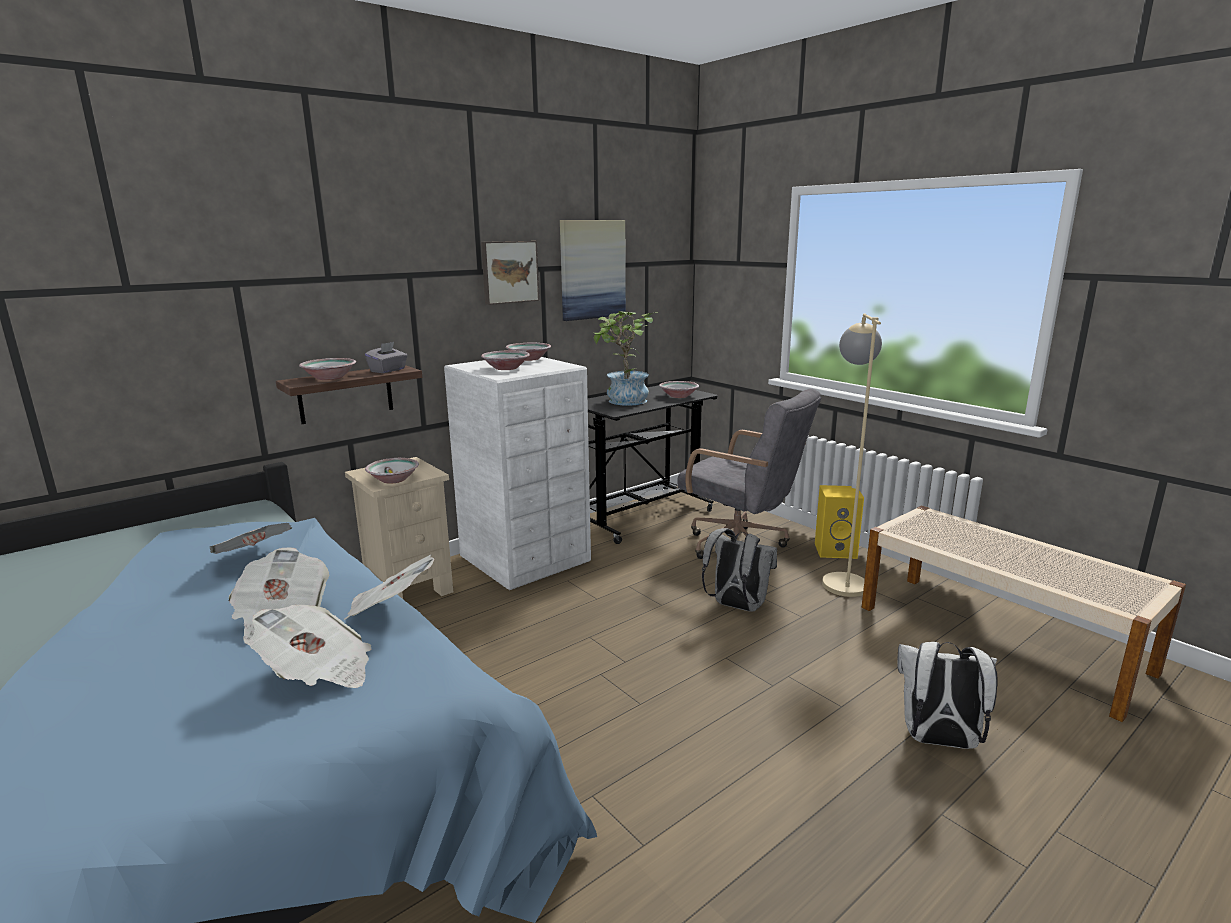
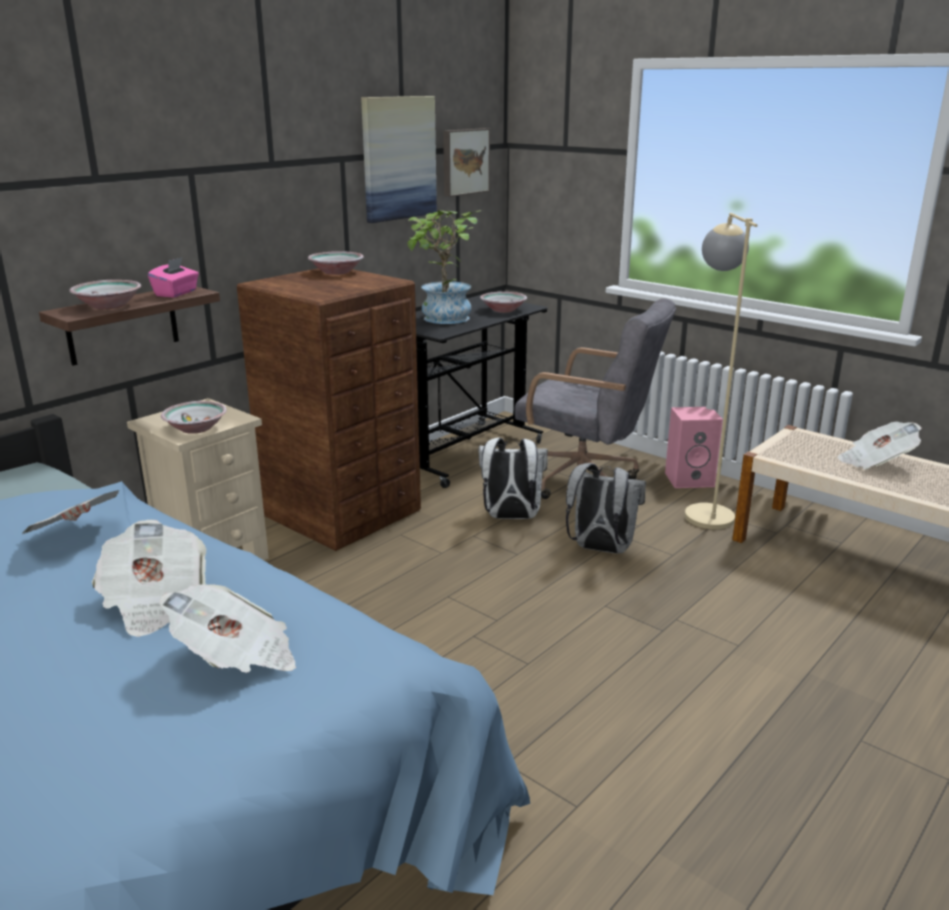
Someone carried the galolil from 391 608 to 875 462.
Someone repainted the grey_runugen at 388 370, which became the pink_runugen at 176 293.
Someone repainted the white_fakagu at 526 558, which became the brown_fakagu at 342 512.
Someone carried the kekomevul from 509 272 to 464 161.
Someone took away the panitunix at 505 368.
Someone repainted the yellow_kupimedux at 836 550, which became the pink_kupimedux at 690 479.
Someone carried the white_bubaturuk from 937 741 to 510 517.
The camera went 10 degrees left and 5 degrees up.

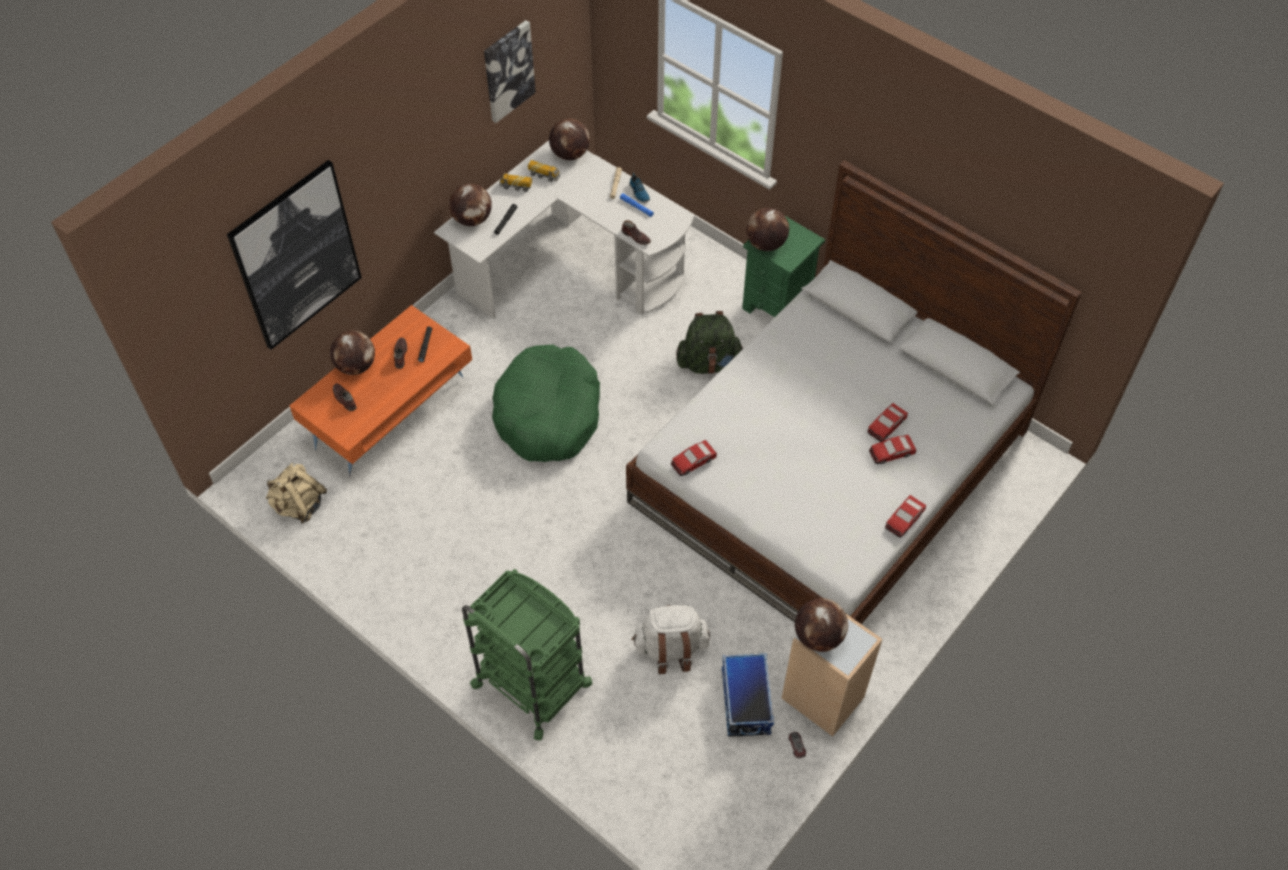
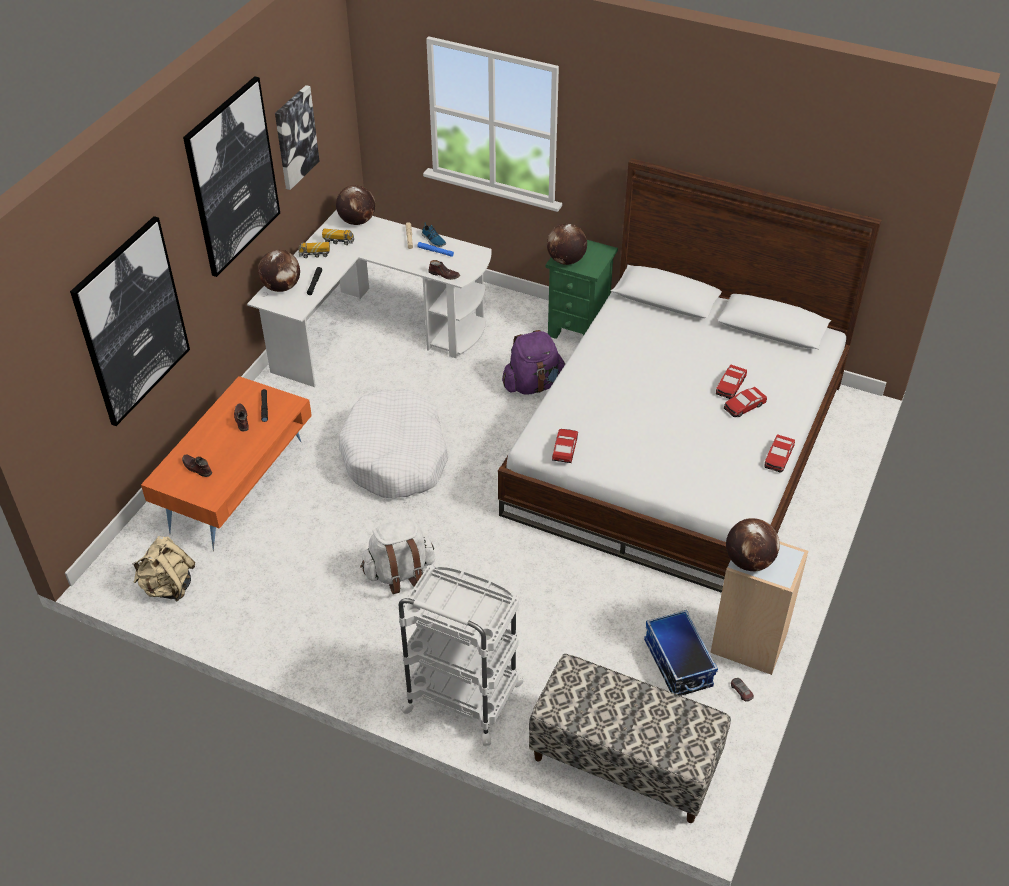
Someone took away the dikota at 356 366.
Someone repainted the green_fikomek at 532 684, which became the white_fikomek at 463 696.
Someone repainted the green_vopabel at 548 414, which became the white_vopabel at 395 456.
Someone carried the white_bubaturuk from 671 649 to 399 573.
Someone rotated the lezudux at 693 461 by 150 degrees clockwise.
Someone repainted the green_bubaturuk at 708 362, which became the purple_bubaturuk at 533 385.
Someone put up the kekomevul at 232 177.
Someone put down the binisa at 624 762.
The camera went 15 degrees left and 10 degrees down.

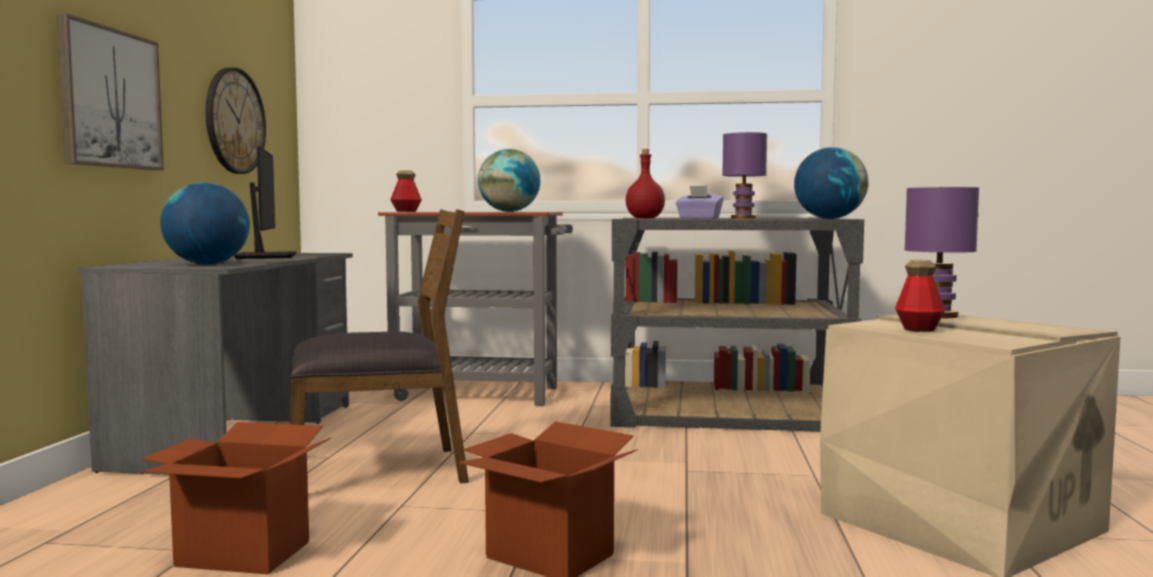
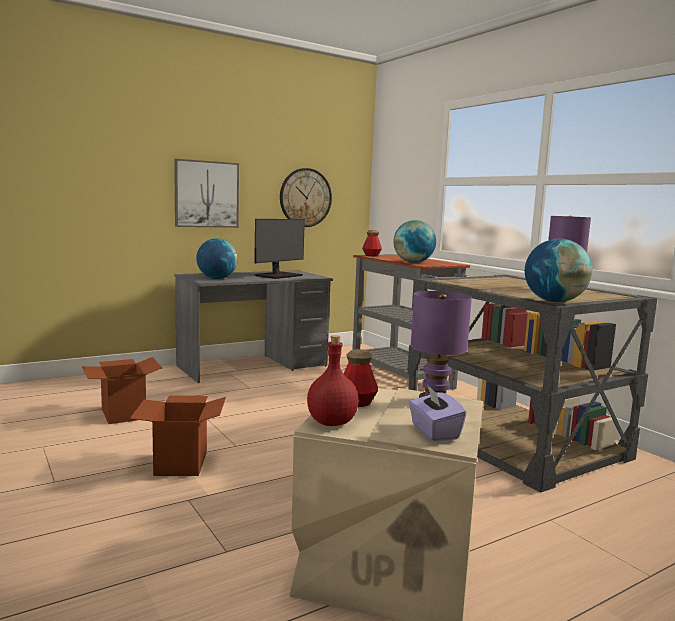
Someone took away the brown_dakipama at 379 471.
Someone carried the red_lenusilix from 645 218 to 332 423.
Someone carried the purple_runugen from 699 219 to 434 432.
The camera went 50 degrees right and 5 degrees up.

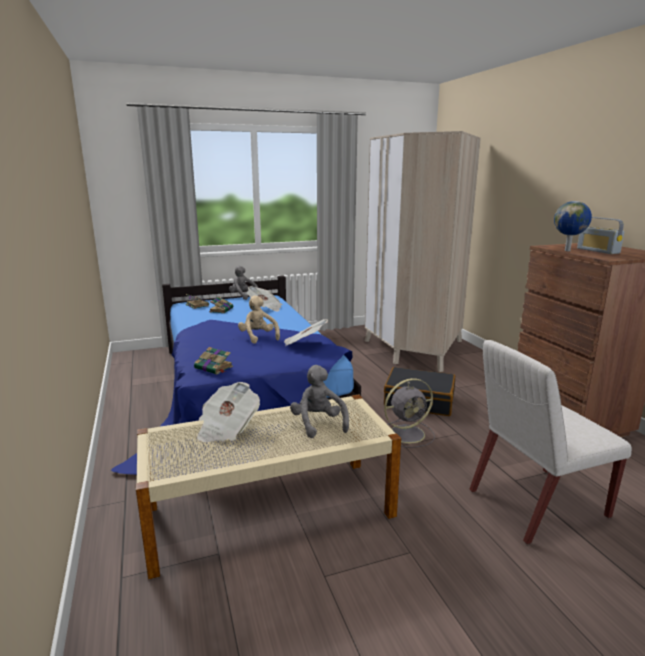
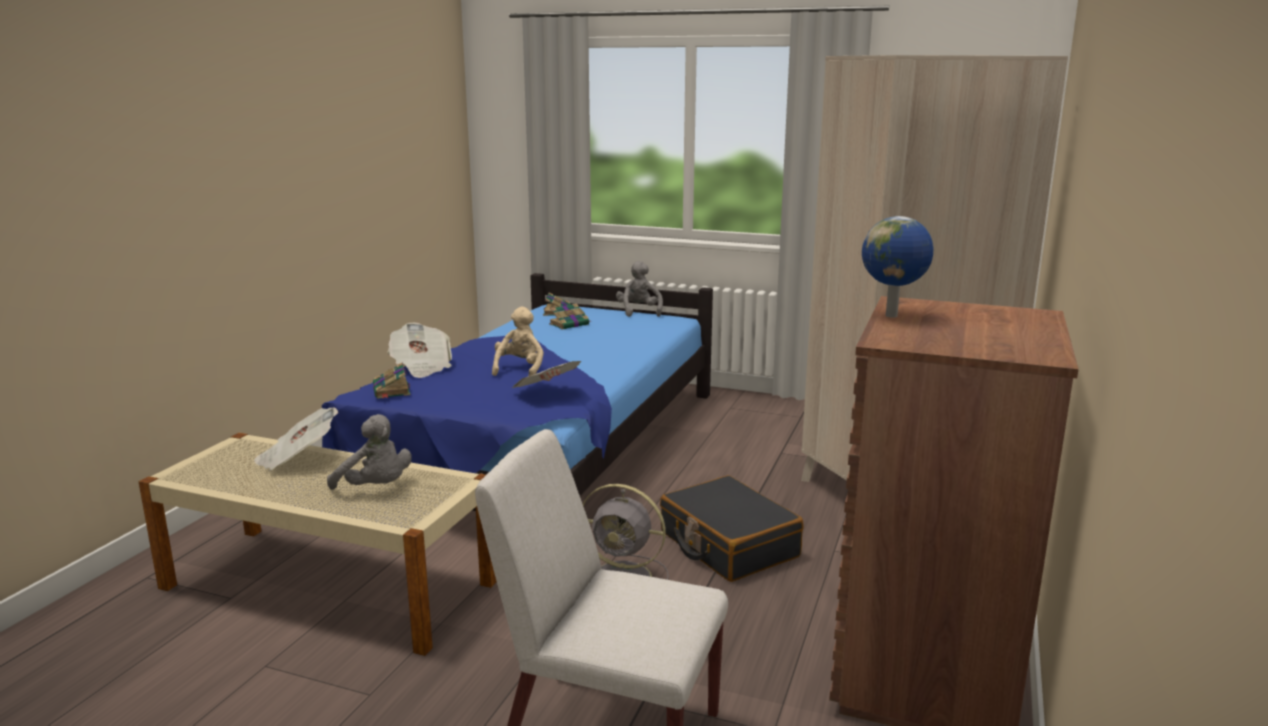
Someone carried the galolil from 265 308 to 421 367.
Someone rotated the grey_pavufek at 318 424 by 105 degrees clockwise.
Someone took away the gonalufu at 598 251.
The camera went 40 degrees right and 0 degrees up.

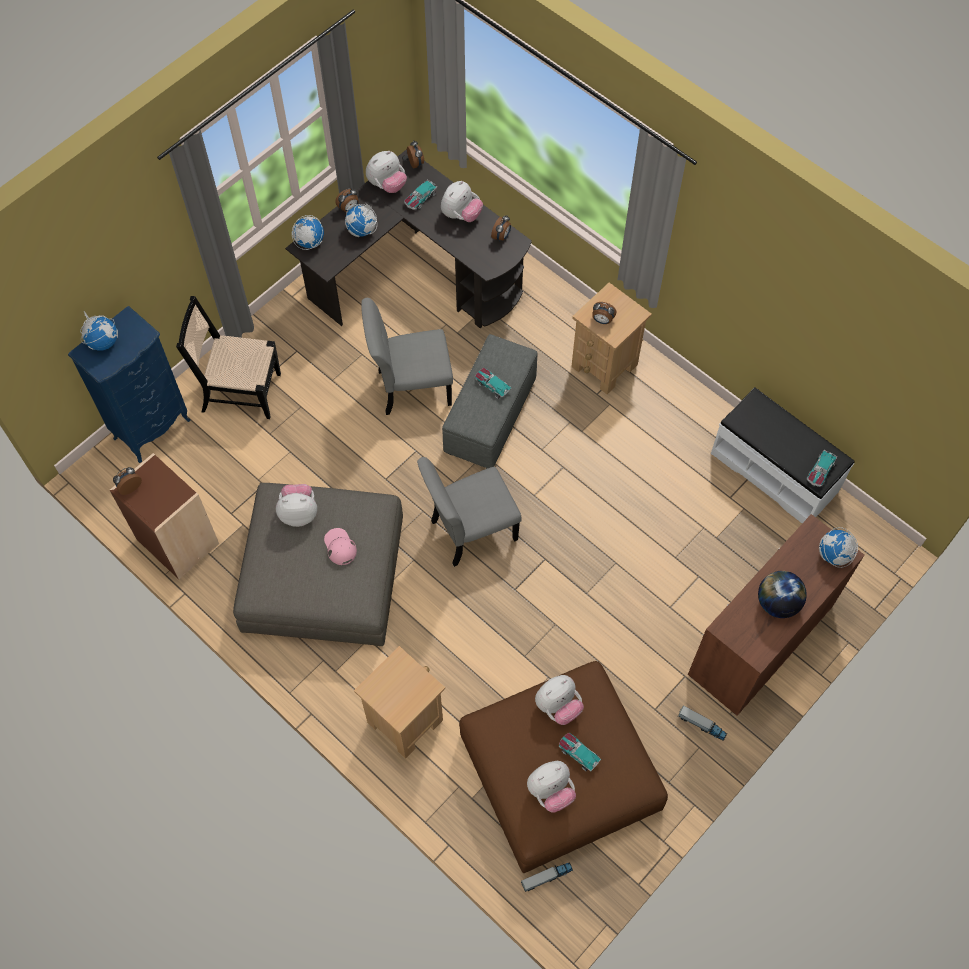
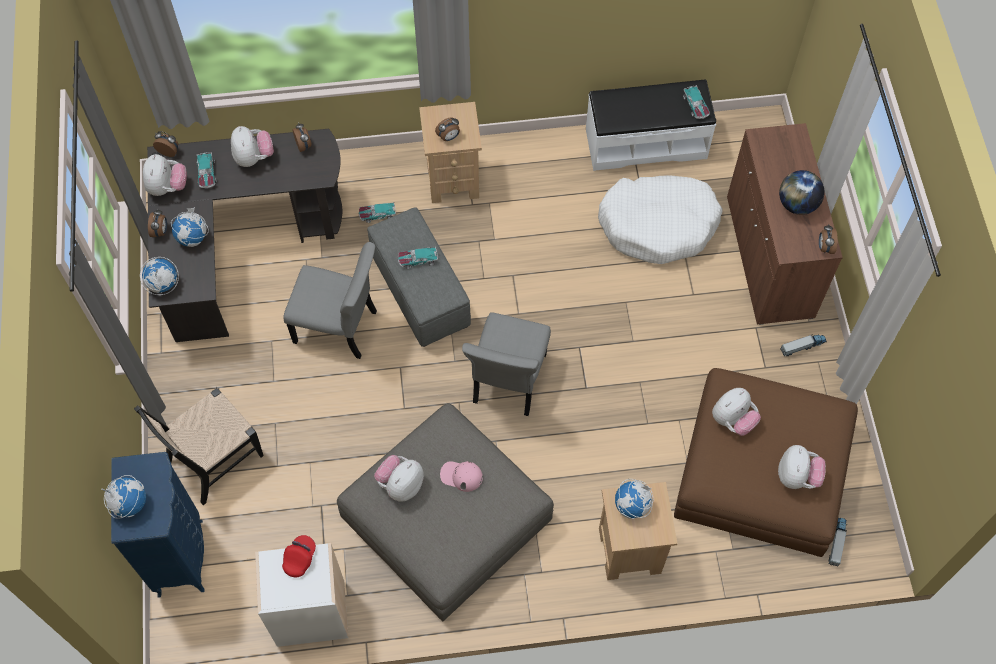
Someone repainted the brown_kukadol at 176 541, which became the white_kukadol at 310 614.
Someone carried the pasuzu from 129 486 to 824 247.
Someone rotated the grey_dakipama at 411 387 by 105 degrees counterclockwise.
Someone rotated the pavufek at 558 706 by 45 degrees clockwise.
Someone carried the lezudux from 578 753 to 377 214.
Someone carried the dikota from 834 555 to 632 506.
Someone put down the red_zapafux at 300 558.
Someone put down the white_vopabel at 658 225.
The camera went 50 degrees left and 0 degrees up.

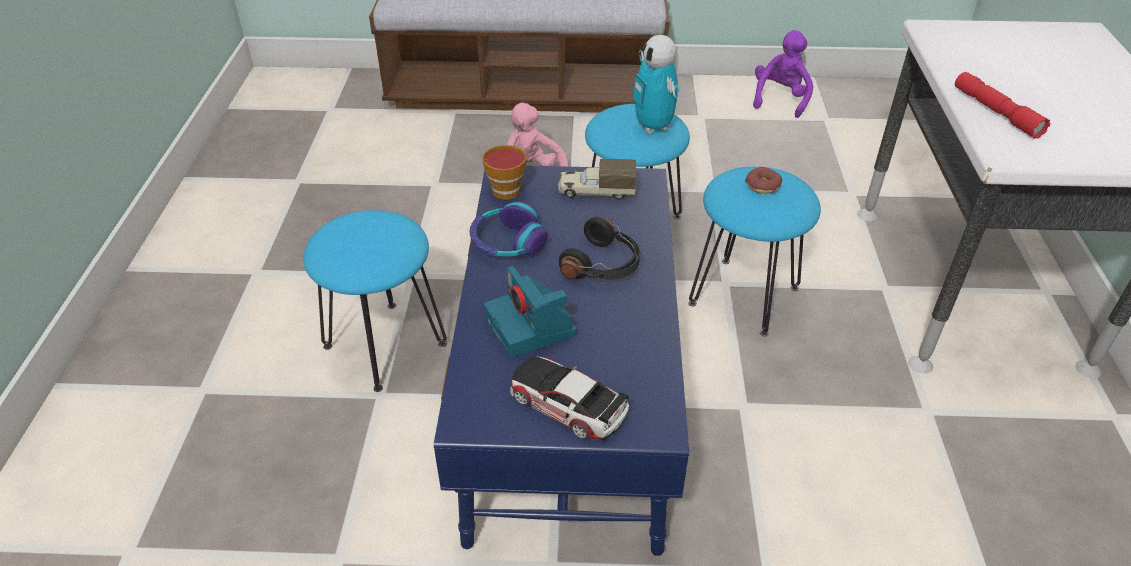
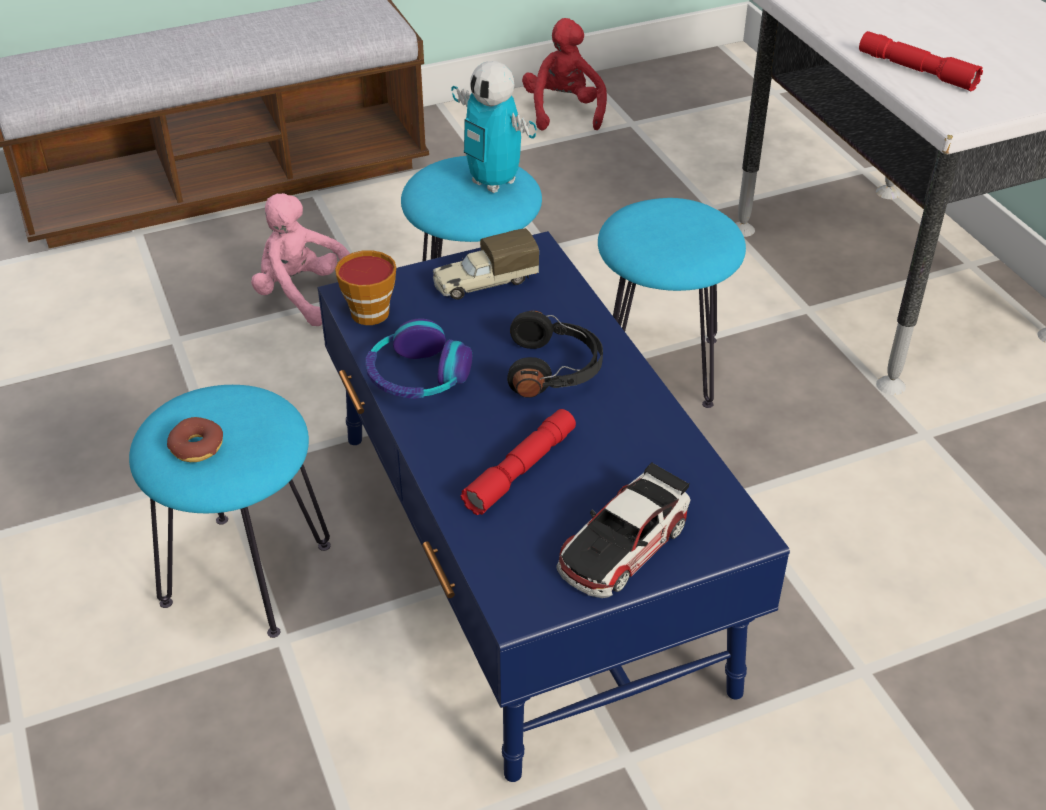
Someone swapped the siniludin at 532 327 for the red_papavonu at 520 470.
Someone rotated the lezudux at 567 403 by 60 degrees counterclockwise.
Someone carried the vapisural from 763 185 to 197 447.
Someone repainted the purple_pavufek at 780 99, which became the red_pavufek at 563 111.
The camera went 25 degrees left and 0 degrees up.

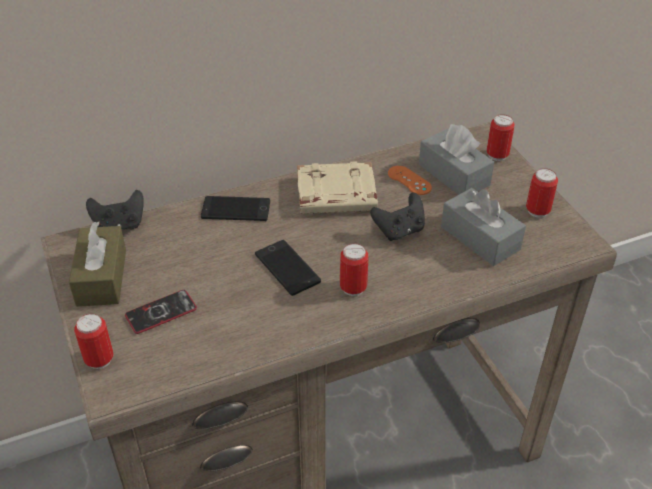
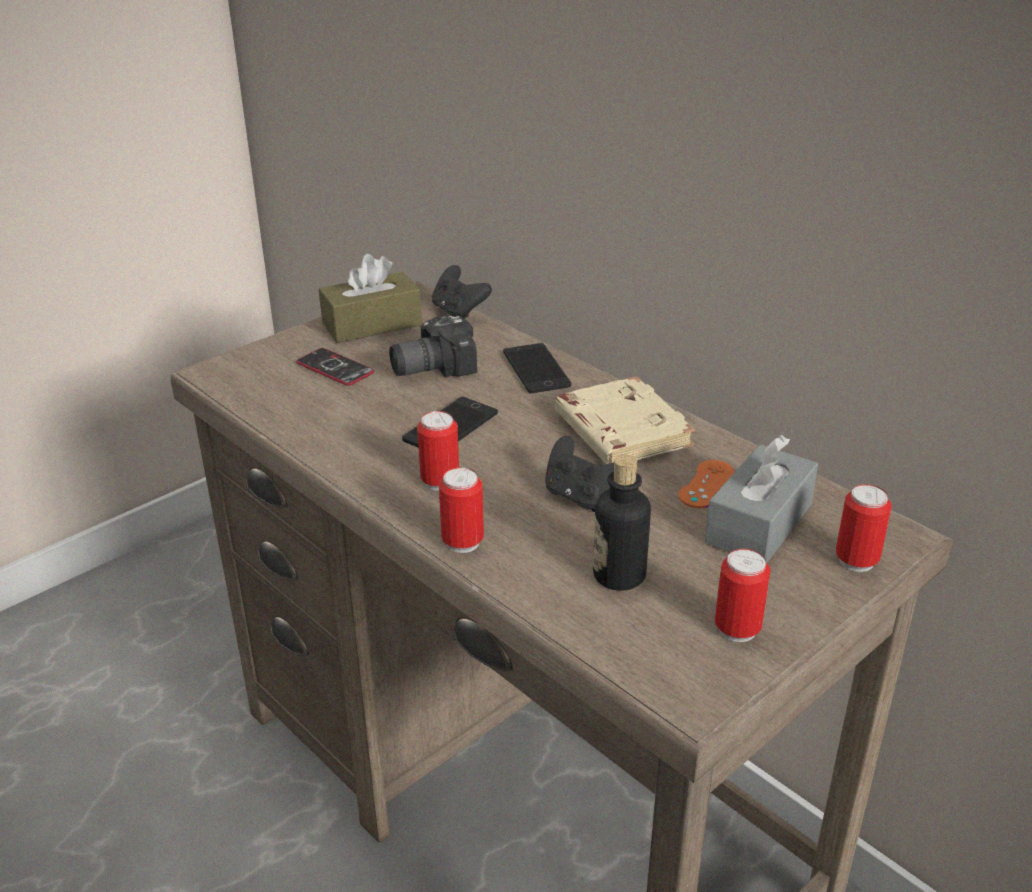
Someone carried the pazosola from 99 359 to 463 542.
Someone swapped the grey_runugen at 480 238 for the lenusilix at 619 575.
Someone put down the siniludin at 430 367.
The camera went 70 degrees right and 10 degrees down.

